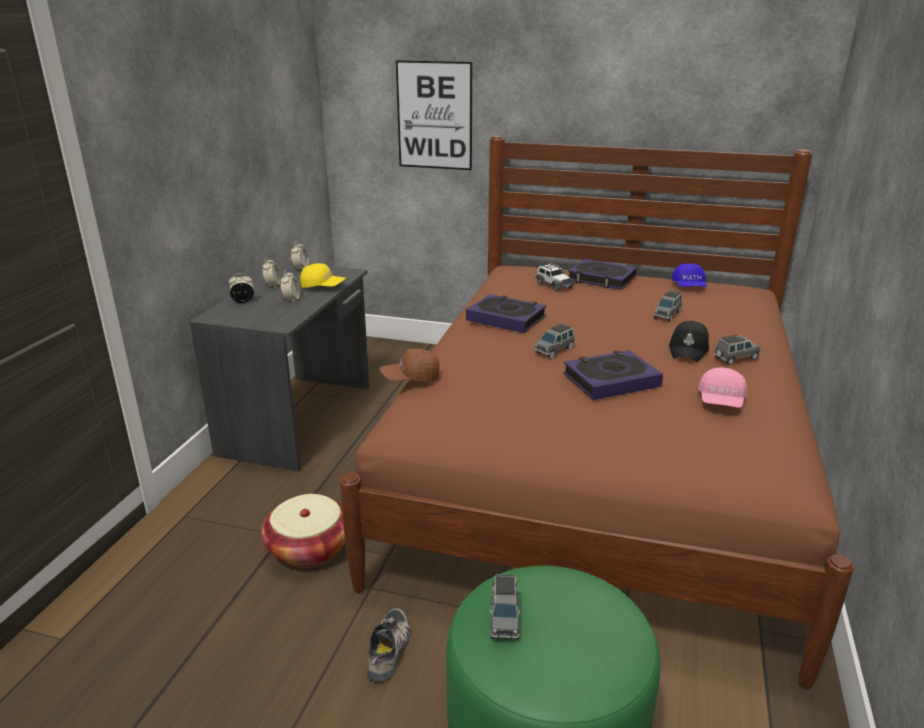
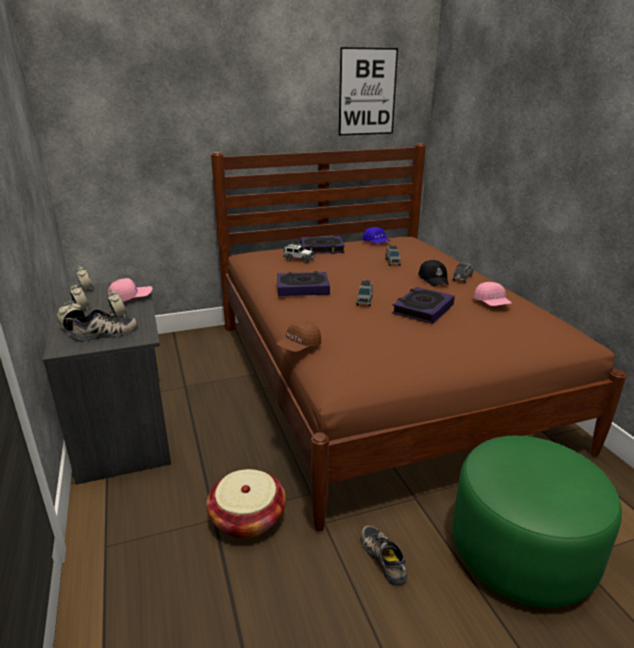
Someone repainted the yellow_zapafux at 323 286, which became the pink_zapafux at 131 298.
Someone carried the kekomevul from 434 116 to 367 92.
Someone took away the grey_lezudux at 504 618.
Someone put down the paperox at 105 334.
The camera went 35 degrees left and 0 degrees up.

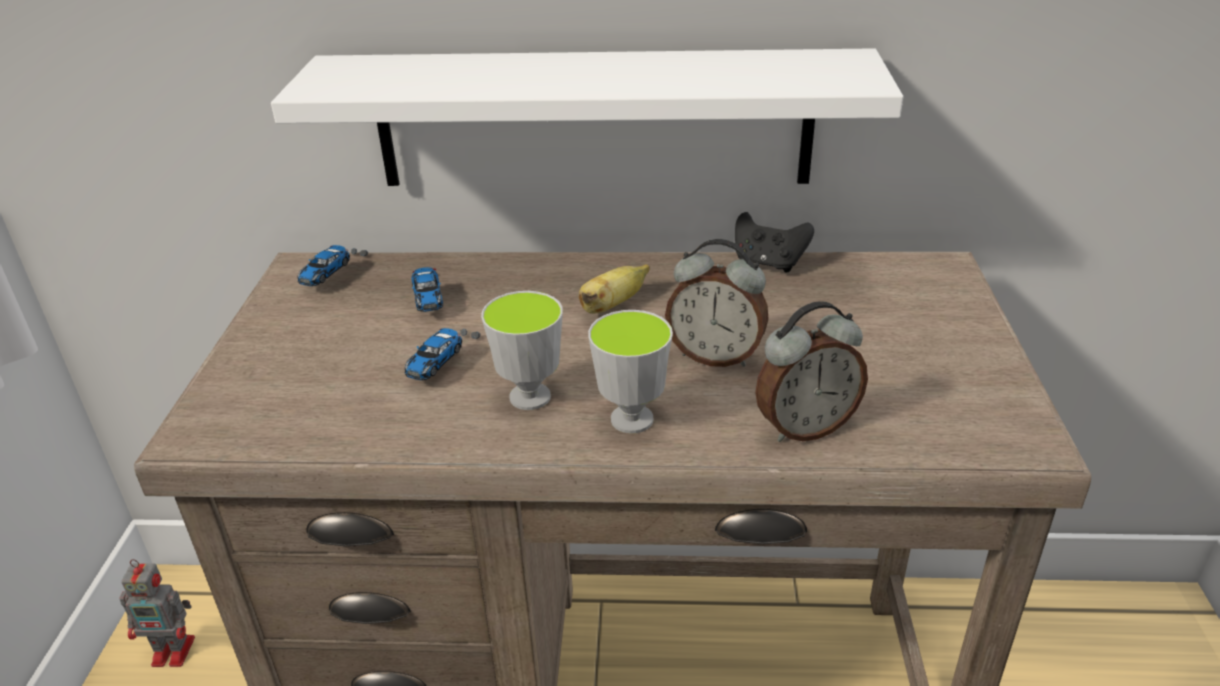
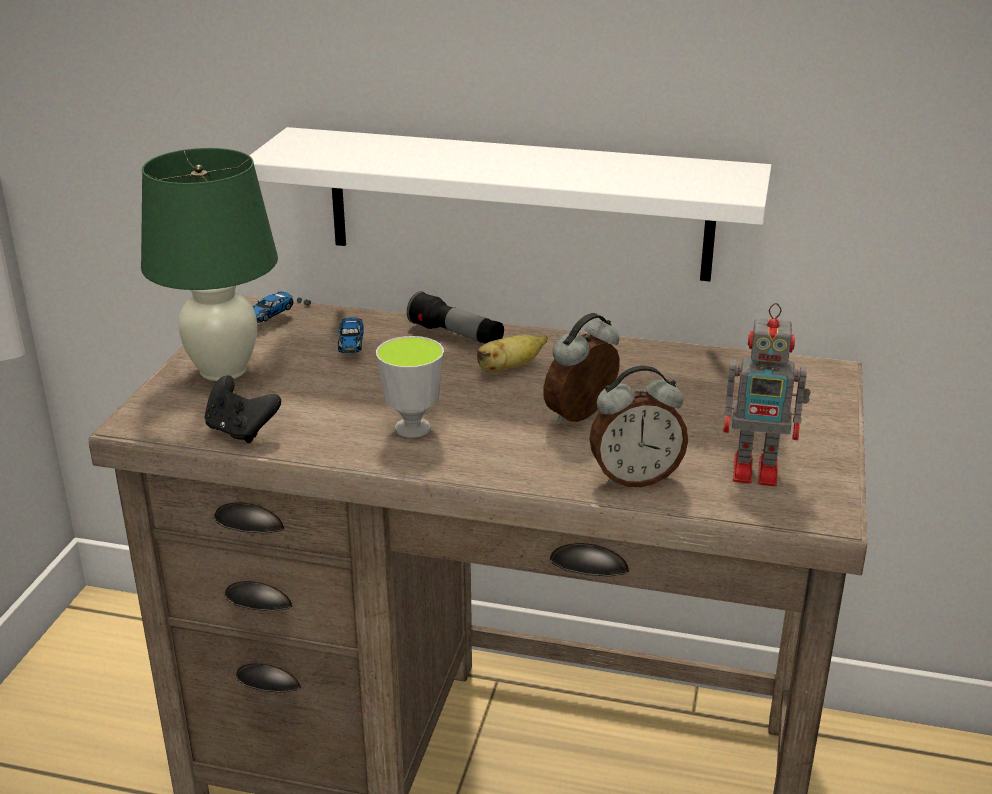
Someone carried the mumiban from 176 651 to 758 471.
Someone took away the lezudux at 444 361.
Someone took away the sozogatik at 632 419.
Someone rotated the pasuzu at 715 356 by 105 degrees clockwise.
Someone carried the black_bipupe from 768 263 to 241 431.
Someone put down the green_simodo at 224 370.
Someone put down the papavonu at 456 335.
The camera went 10 degrees right and 5 degrees down.

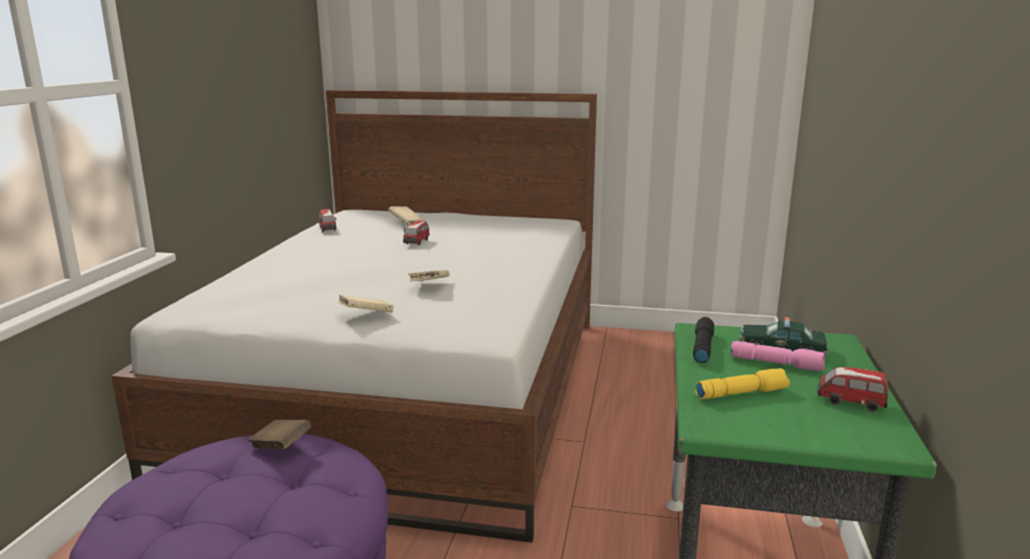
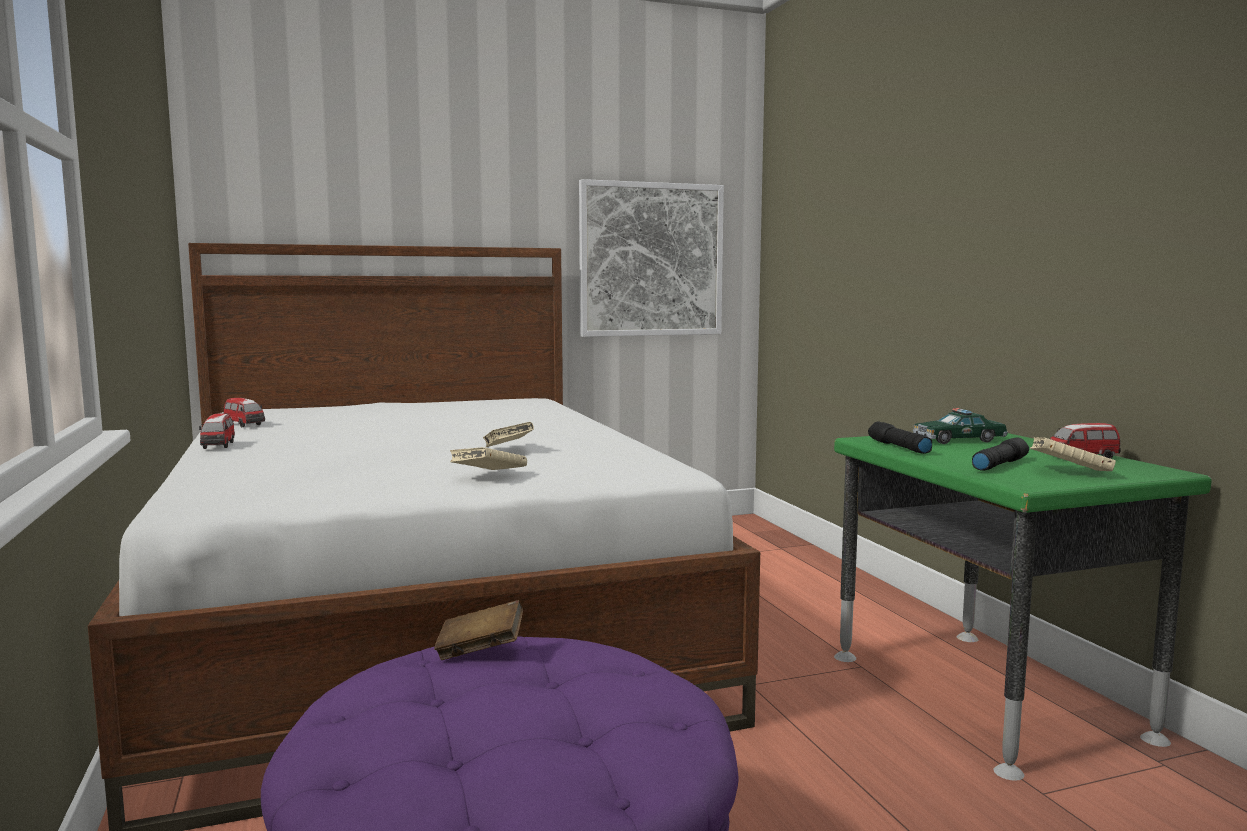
Someone carried the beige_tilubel from 407 224 to 1070 472.
Someone carried the lezudux from 416 242 to 218 446.
Someone repainted the yellow_papavonu at 741 393, which became the black_papavonu at 998 465.
Someone took away the pink_papavonu at 776 364.
Someone put up the kekomevul at 651 260.
The camera went 30 degrees left and 10 degrees down.

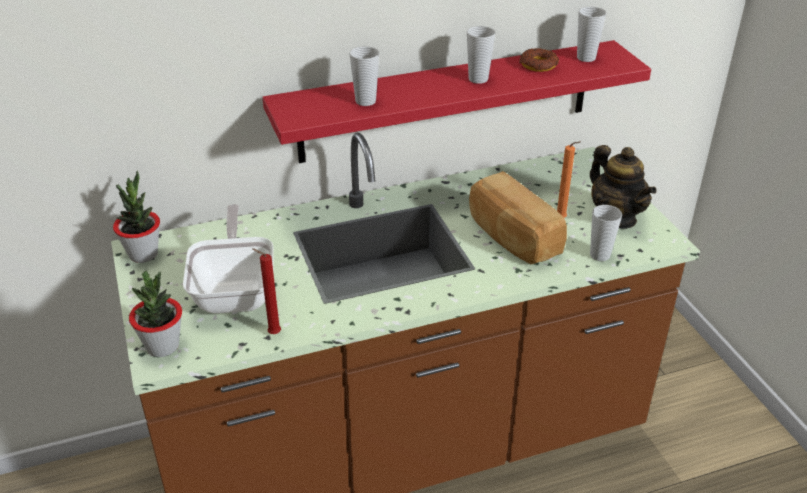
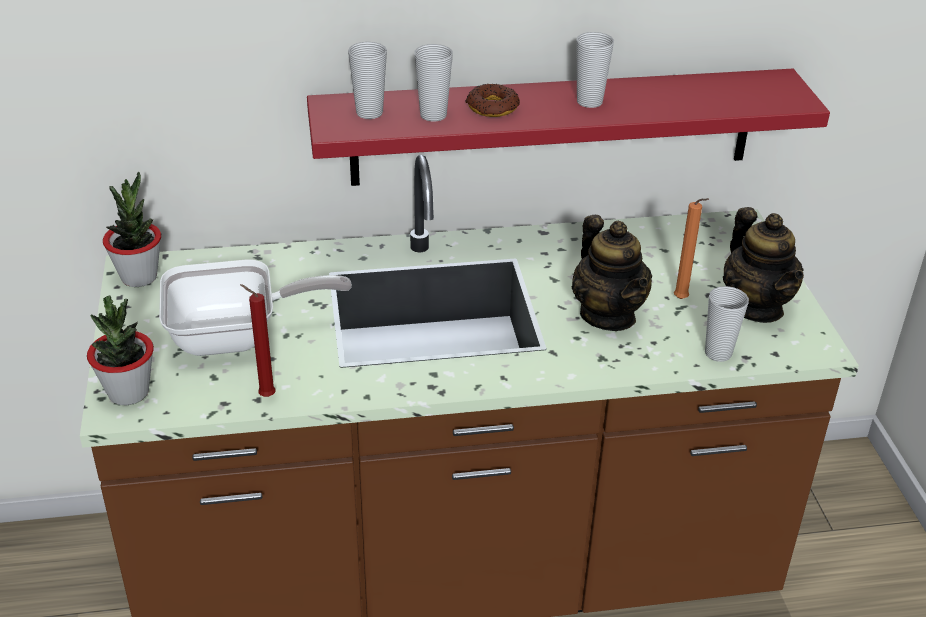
Someone rotated the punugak at 236 291 by 75 degrees clockwise.
Someone swapped the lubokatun at 512 237 for the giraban at 608 315.
Someone carried the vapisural from 538 65 to 492 107.
Someone carried the sozogatik from 586 58 to 369 113.
The camera went 10 degrees right and 0 degrees up.

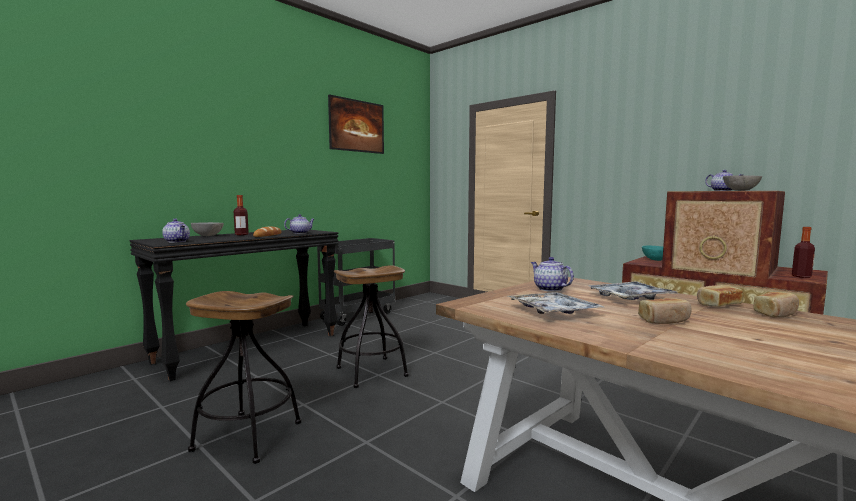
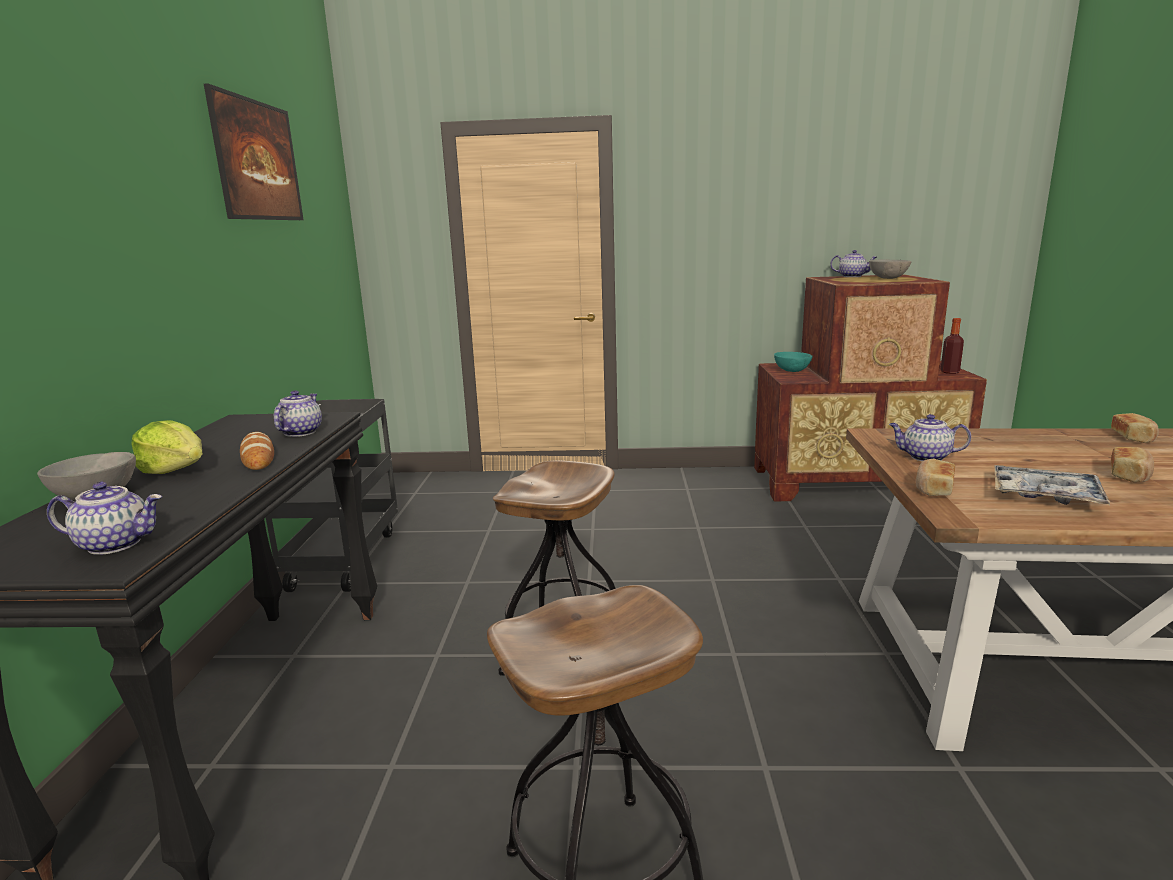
Someone swapped the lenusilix at 241 234 for the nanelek at 175 469.
Someone took away the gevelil at 630 298.
Someone carried the lubokatun from 717 305 to 933 488.
The camera went 40 degrees left and 10 degrees up.

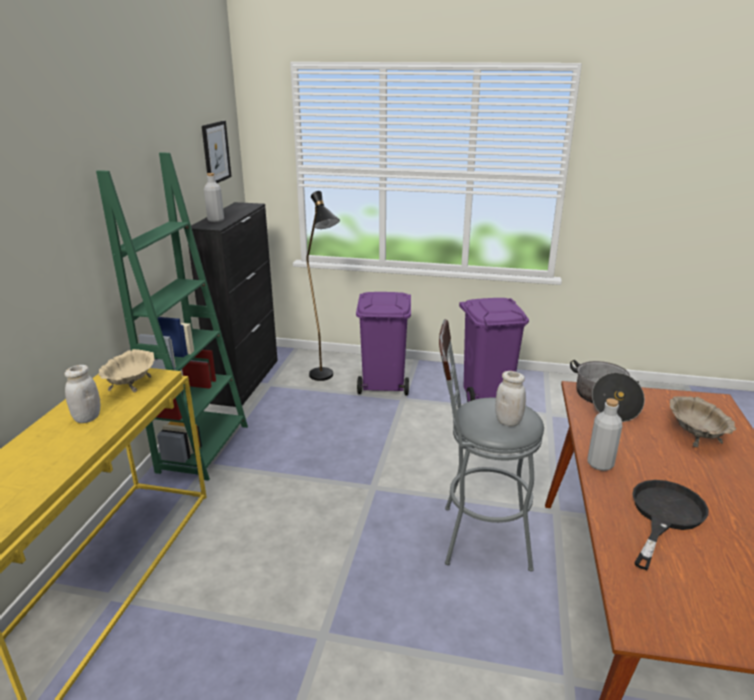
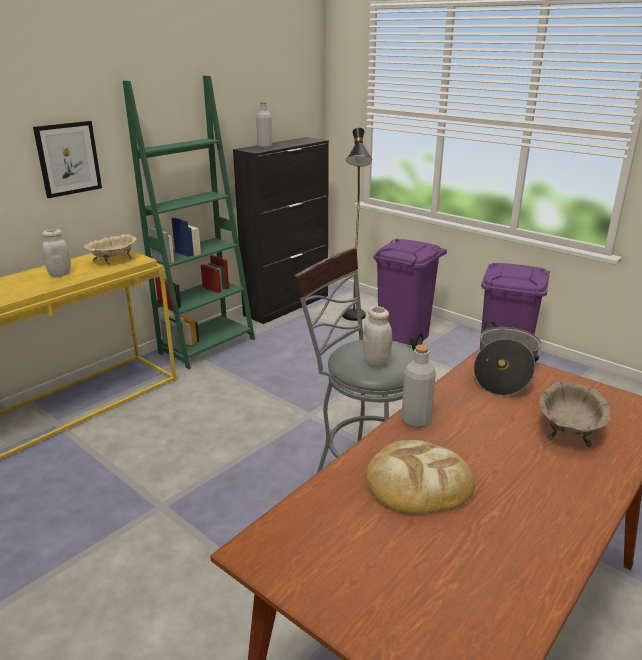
Someone carried the kekomevul from 216 152 to 68 159.
Someone swapped the black_punugak at 664 515 for the lubokatun at 418 482.
The camera went 30 degrees right and 0 degrees up.

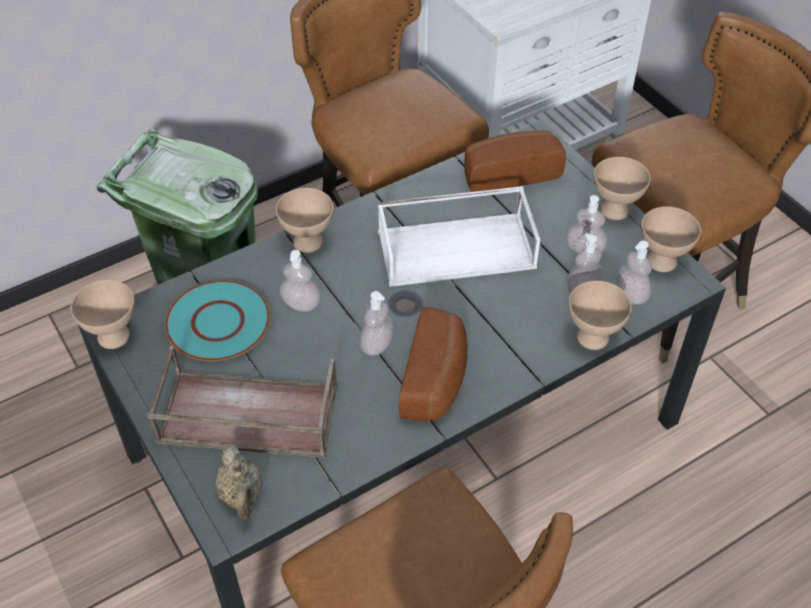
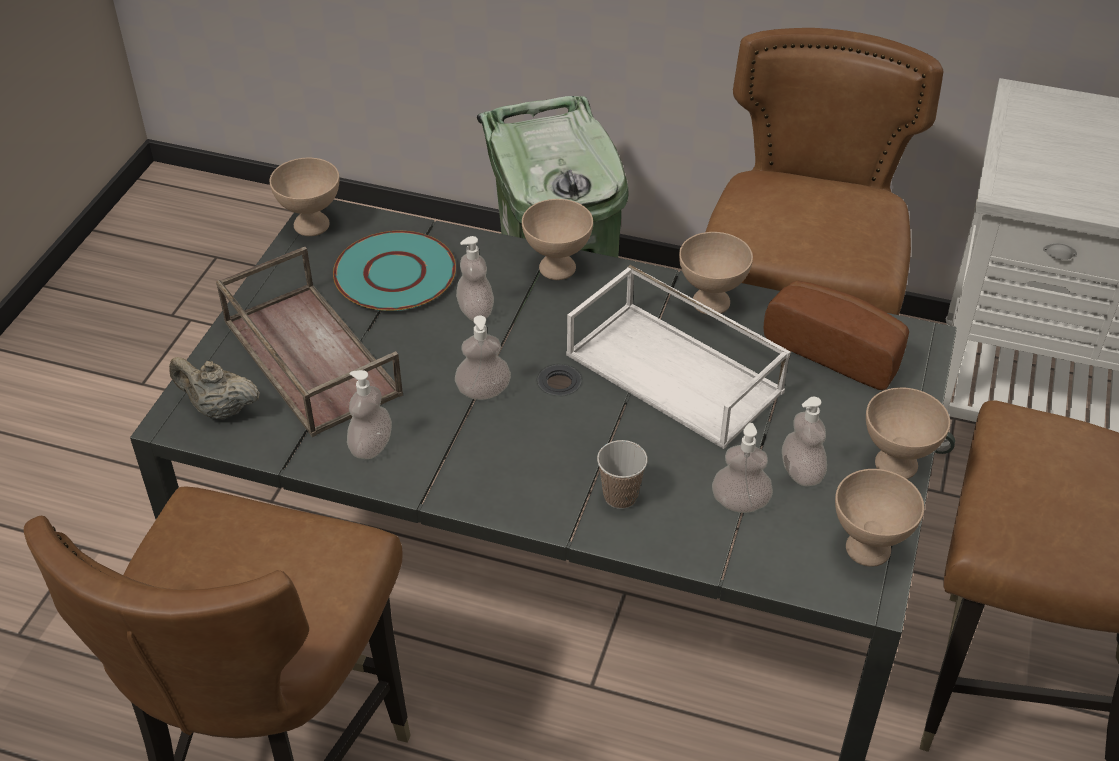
Someone rotated the beige_giraban at 242 496 by 75 degrees clockwise.
Someone took away the lubokatun at 437 380.
Someone carried the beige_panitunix from 593 337 to 712 303.
Someone carried the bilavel from 630 295 to 371 446.
Someone put down the sozogatik at 620 496.
The camera went 50 degrees right and 5 degrees down.

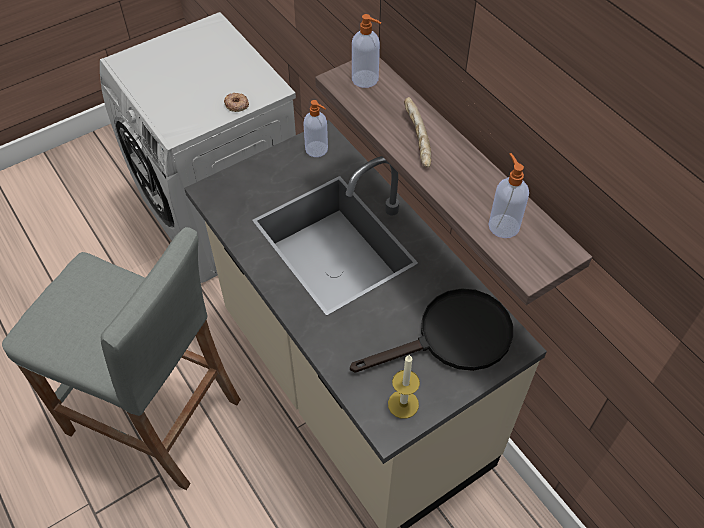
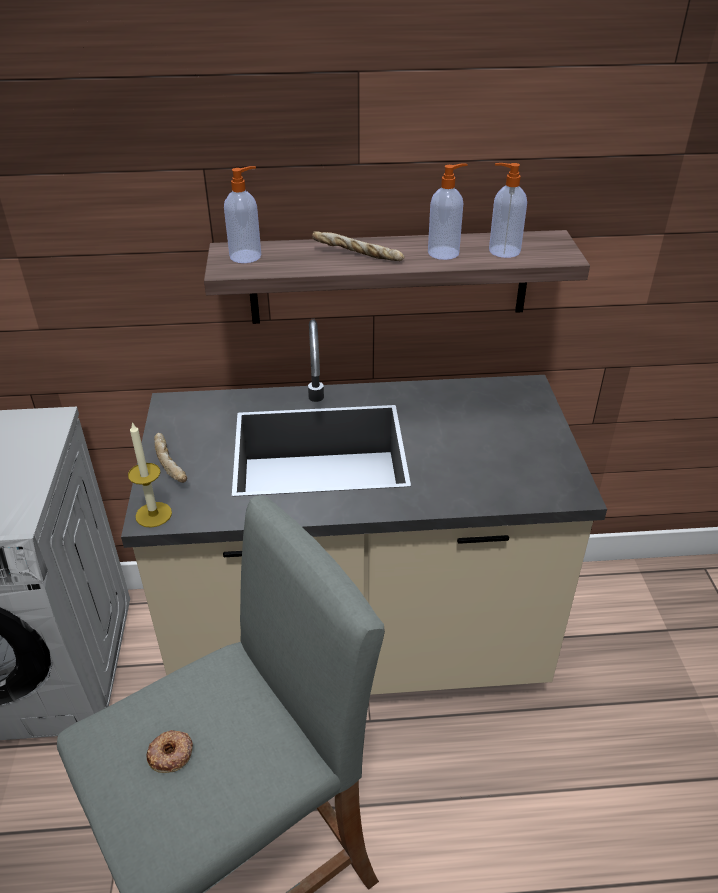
Someone carried the vapisural from 236 104 to 171 754.
Someone carried the bilavel from 317 149 to 444 253.
Someone took away the black_punugak at 452 338.
Someone carried the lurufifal from 403 404 to 153 514.
Someone put down the lubokatun at 171 464.
The camera went 60 degrees left and 15 degrees down.

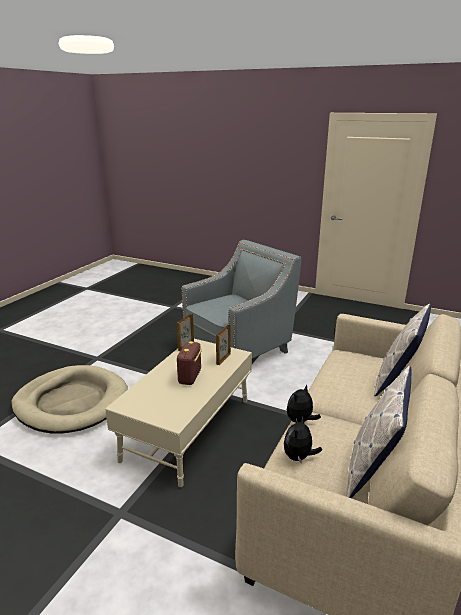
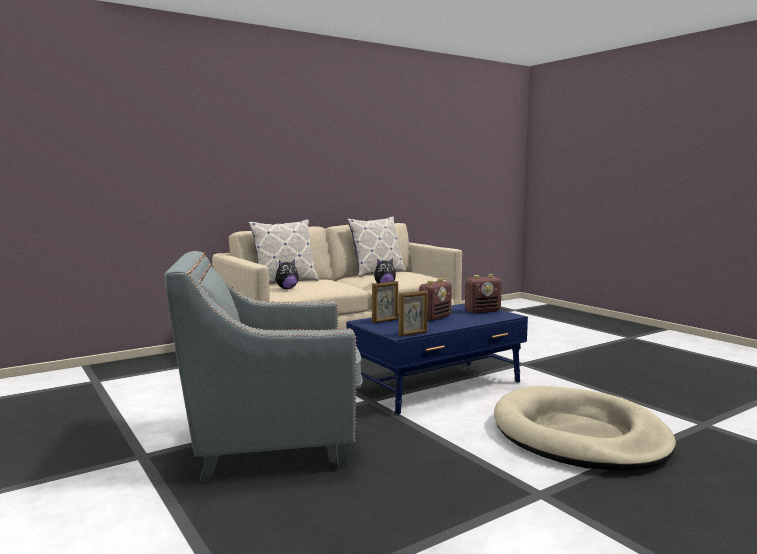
Someone repainted the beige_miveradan at 188 429, which became the blue_miveradan at 438 386.
Someone carried the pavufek from 299 457 to 286 288.
Someone put down the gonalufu at 483 311.
The camera went 150 degrees left and 15 degrees down.

